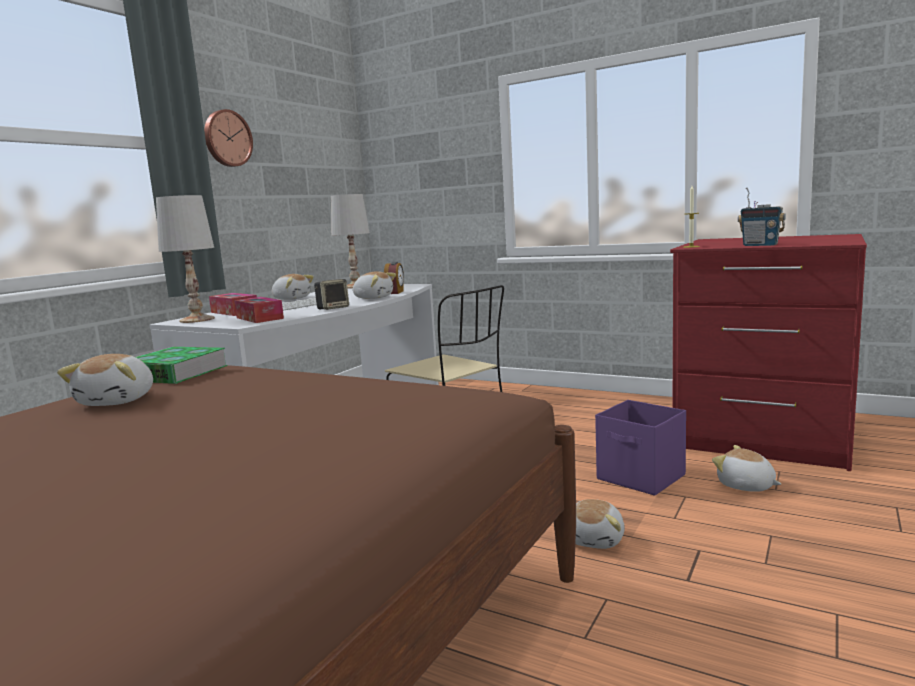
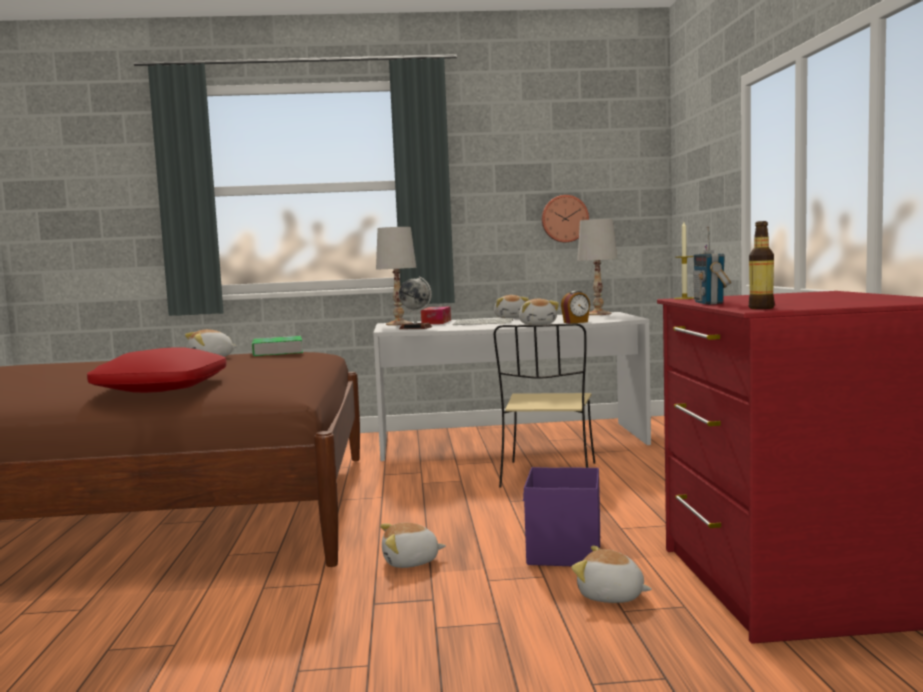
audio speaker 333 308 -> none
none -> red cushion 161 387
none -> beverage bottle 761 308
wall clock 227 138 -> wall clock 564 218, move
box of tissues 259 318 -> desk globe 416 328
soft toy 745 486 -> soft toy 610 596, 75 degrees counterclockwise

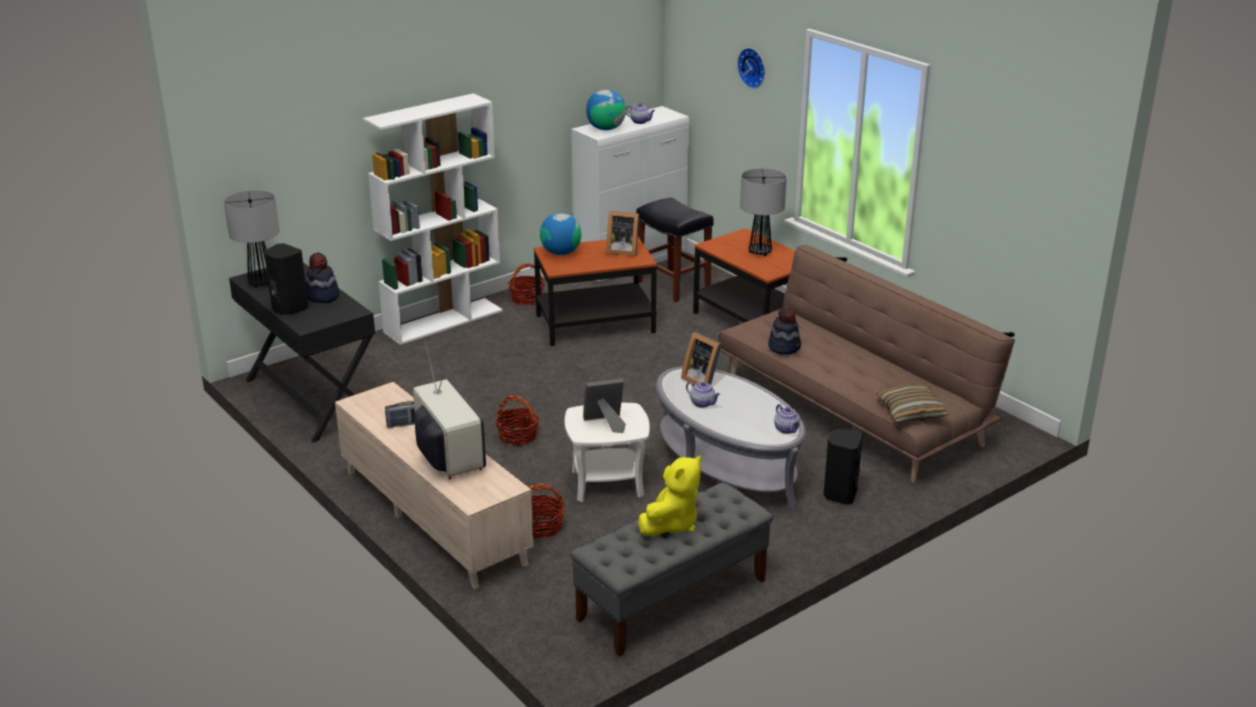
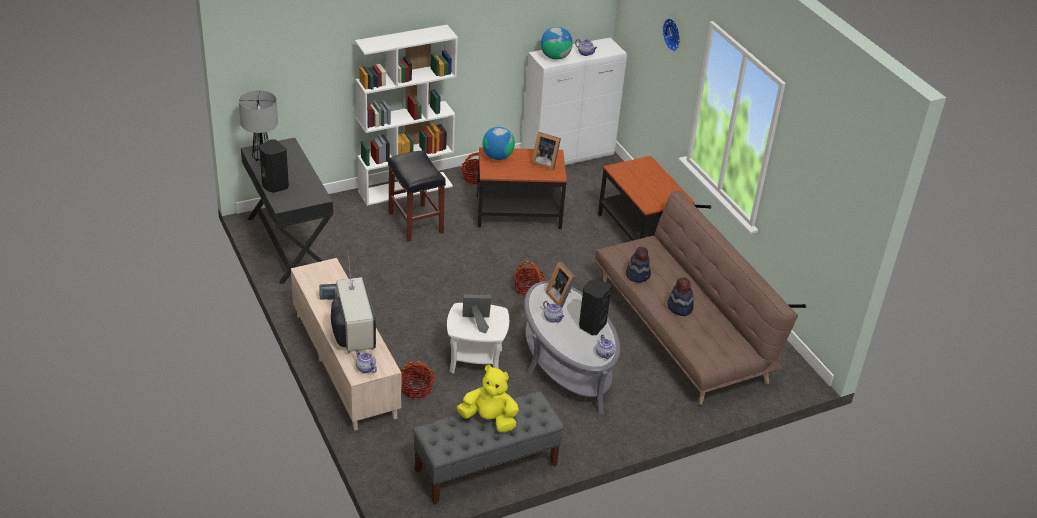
table lamp 760 252 -> none
cushion 910 412 -> none
none -> pot for tea 365 368
wearable hat 322 296 -> wearable hat 679 307, move
basket 518 436 -> basket 528 289, move
black-coloured stool 672 285 -> black-coloured stool 415 222, move
black-coloured audio speaker 839 494 -> black-coloured audio speaker 591 325, move
yellow-coloured soft toy 671 524 -> yellow-coloured soft toy 489 420, 120 degrees counterclockwise

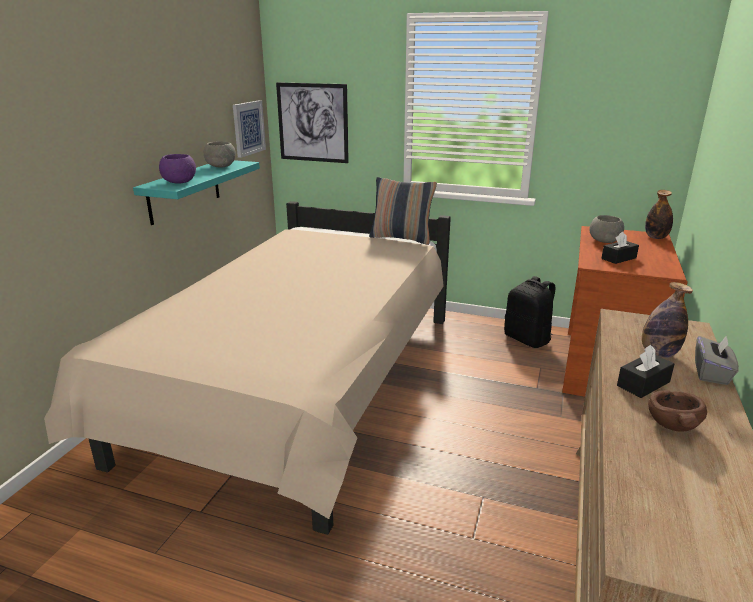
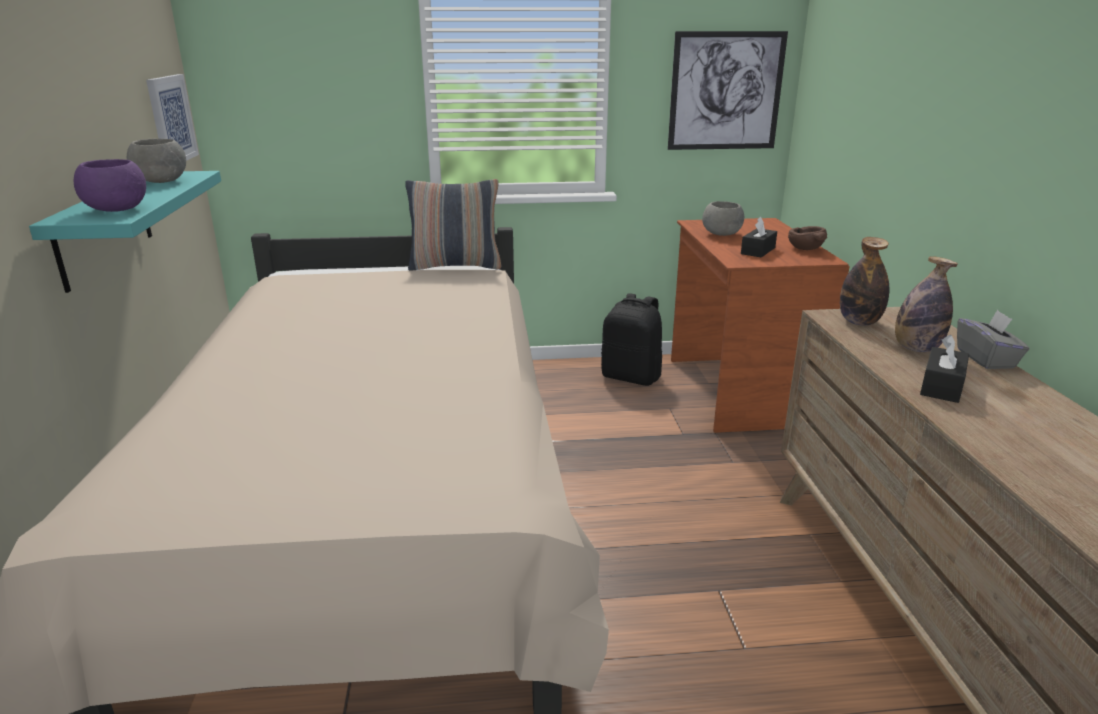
wall picture 313 123 -> wall picture 725 91, move
beverage bottle 656 237 -> beverage bottle 859 322, move
brownish bowl 672 424 -> brownish bowl 805 249, move

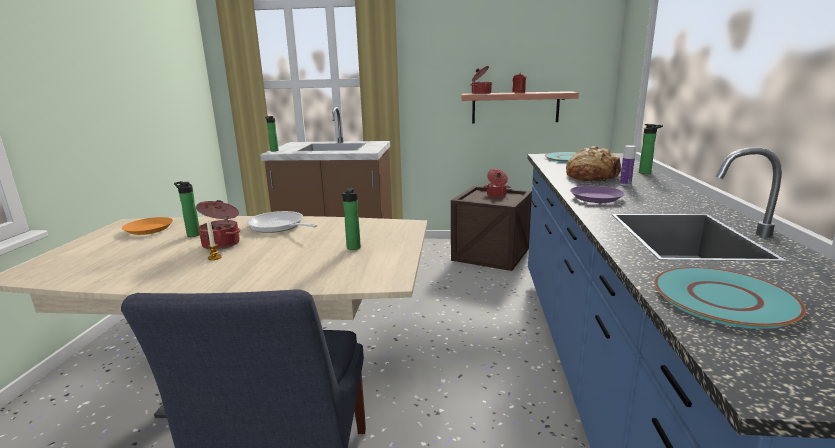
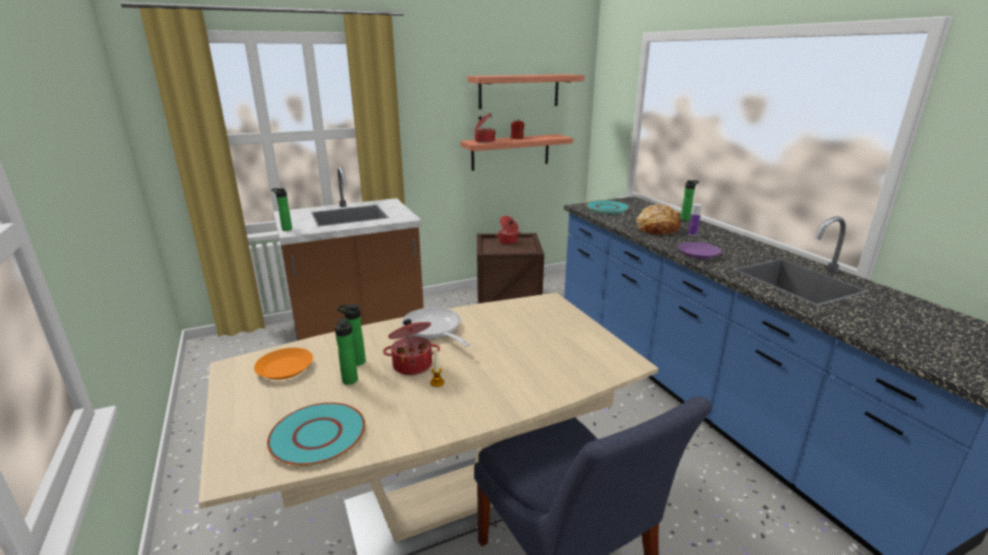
none -> bracket shelf 519 91
beverage bottle 352 248 -> beverage bottle 350 382, move
turquoise-coloured dinner plate 722 298 -> turquoise-coloured dinner plate 317 435, move
frying pan 279 227 -> frying pan 434 330, 45 degrees clockwise

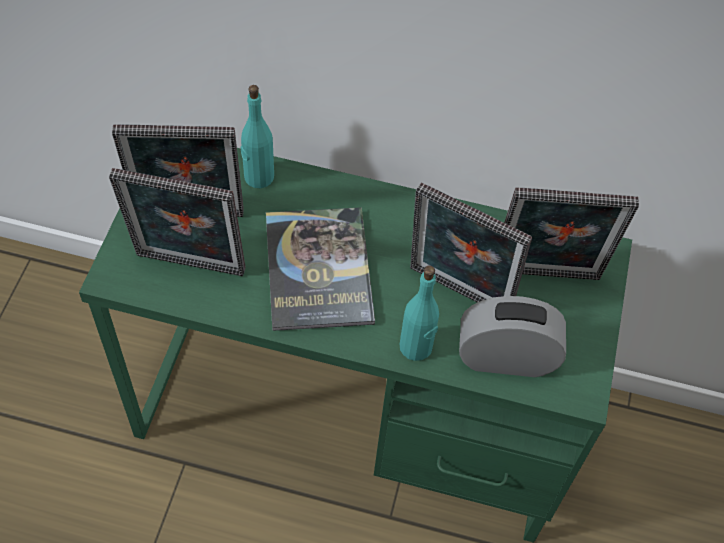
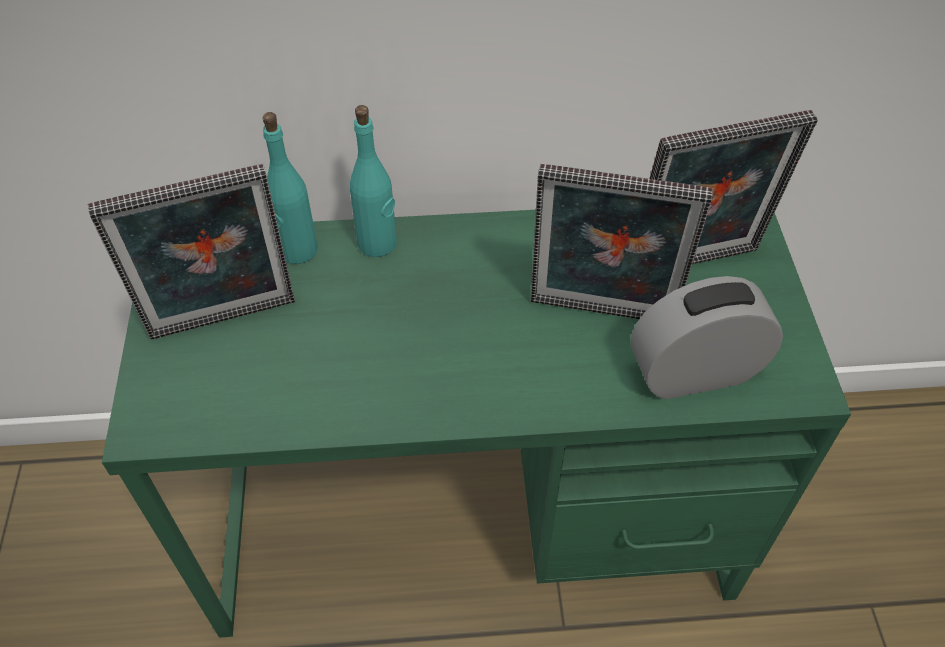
picture frame 189 268 -> none
bound book 318 269 -> none
turquoise-coloured beverage bottle 416 347 -> turquoise-coloured beverage bottle 378 243, move

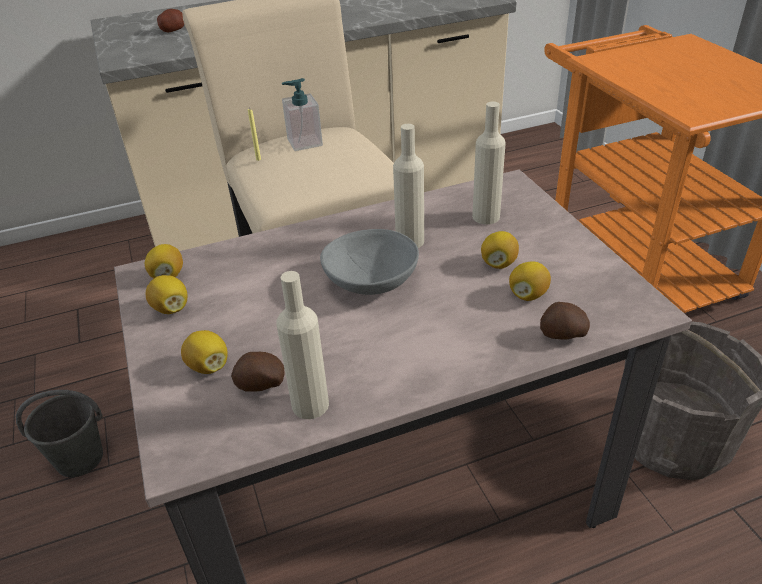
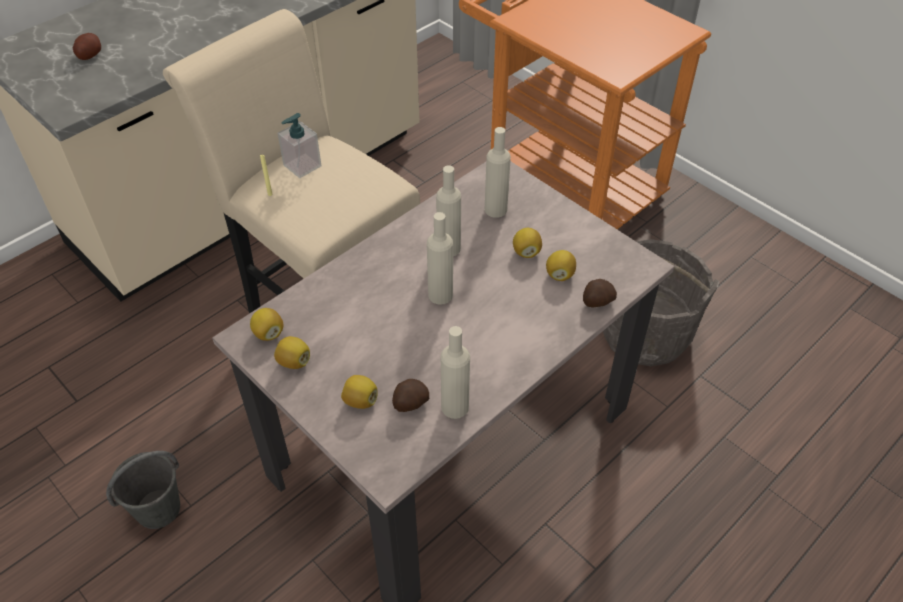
gray bowl 371 283 -> sand-coloured beverage bottle 440 295

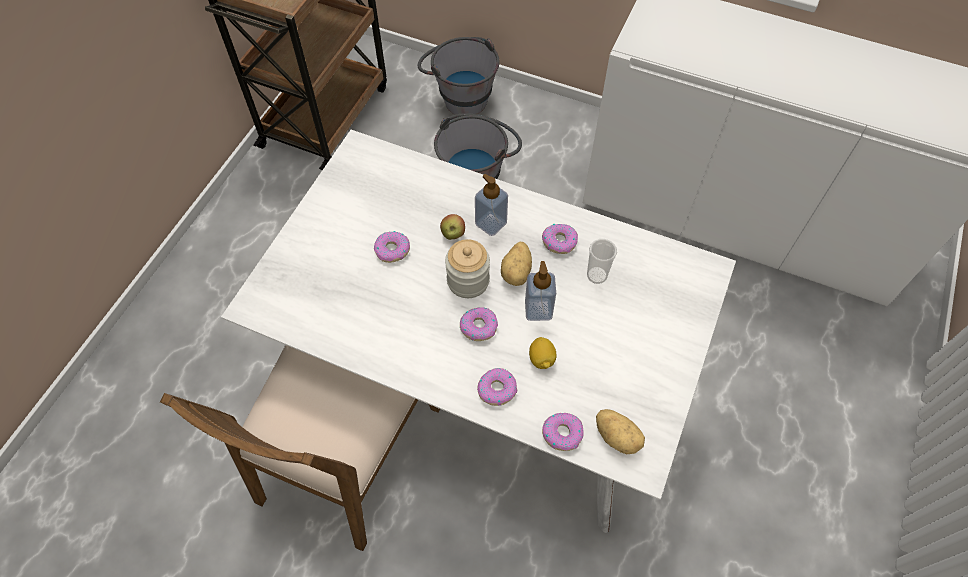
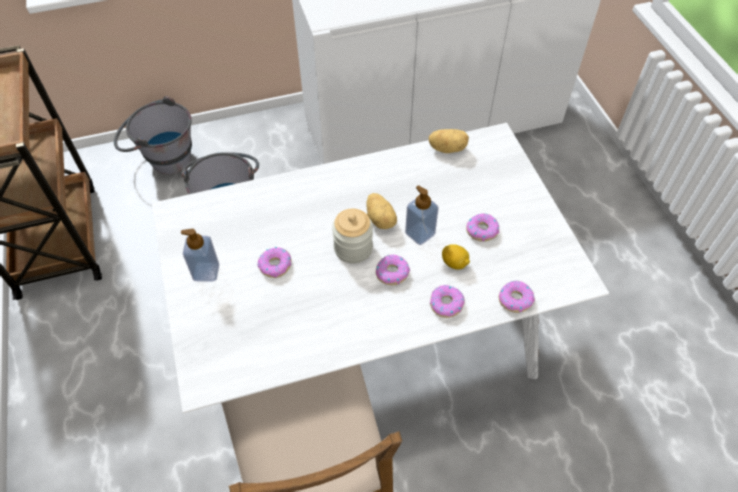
apple fruit 453 234 -> none
small cup 597 275 -> none
soap dispenser 491 223 -> soap dispenser 206 272, move
donut 559 241 -> donut 482 230, move
potato 618 436 -> potato 447 148, move

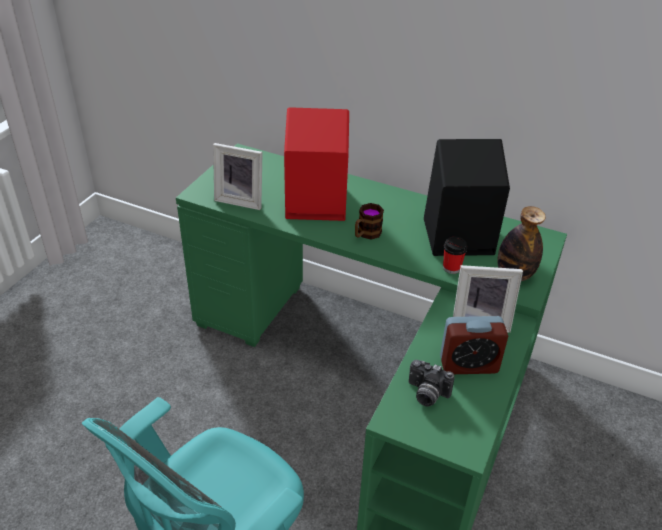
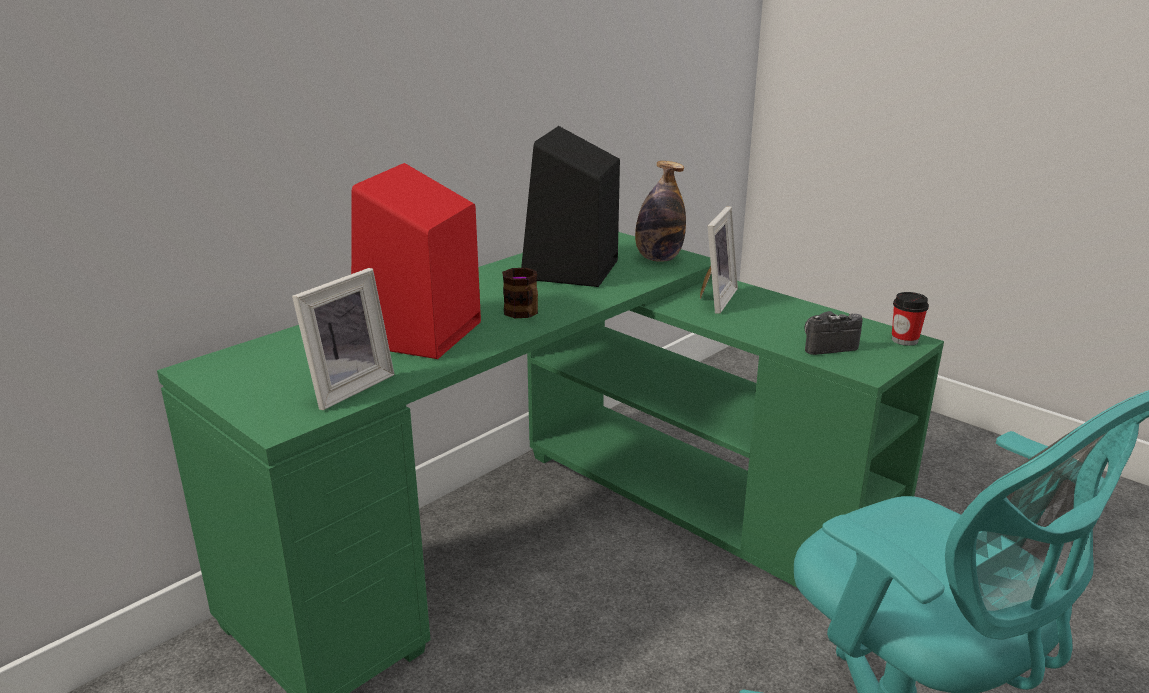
table clock 468 365 -> none
small cup 451 268 -> small cup 904 340, move
still camera 426 394 -> still camera 826 345, 150 degrees counterclockwise

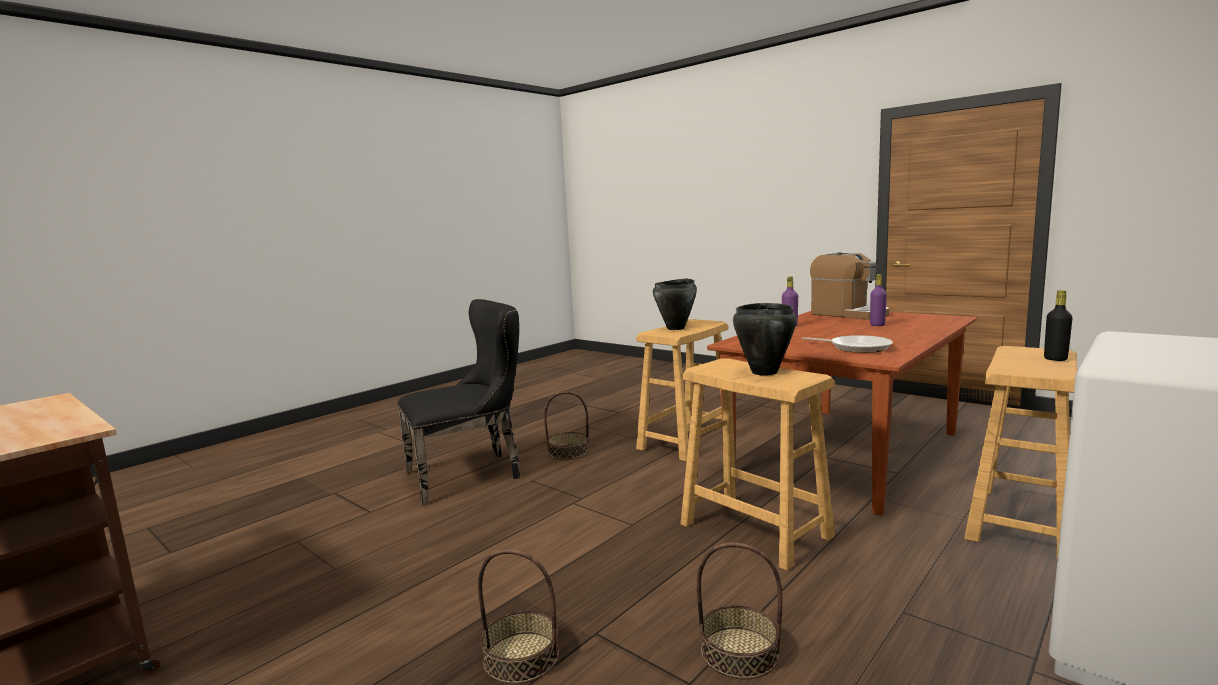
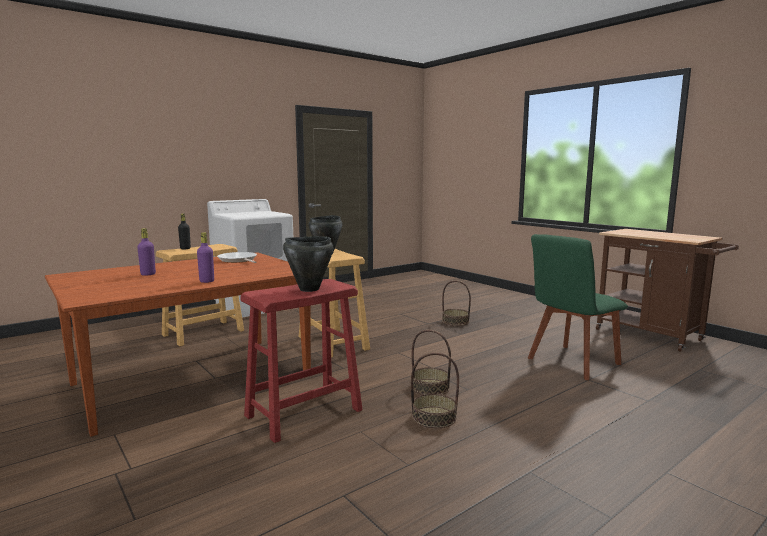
black-coloured plain chair 471 474 -> none
coffee machine 849 314 -> none
none -> greenish plain chair 571 362
basket 739 652 -> basket 430 387, move
sand-coloured stool 687 441 -> red stool 303 413

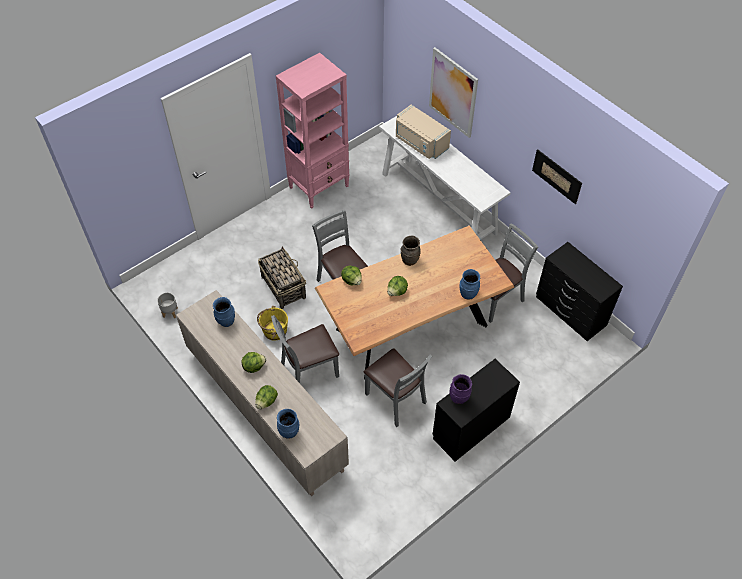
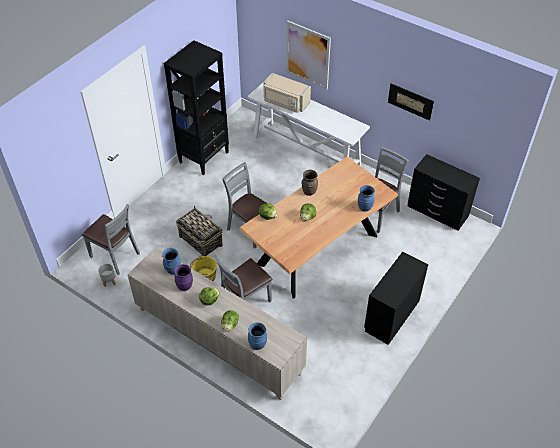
gray plain chair 395 399 -> gray plain chair 115 256, move
purple flower vase 459 398 -> purple flower vase 185 286, move
pinkish shelving unit 319 186 -> black-coloured shelving unit 204 157

